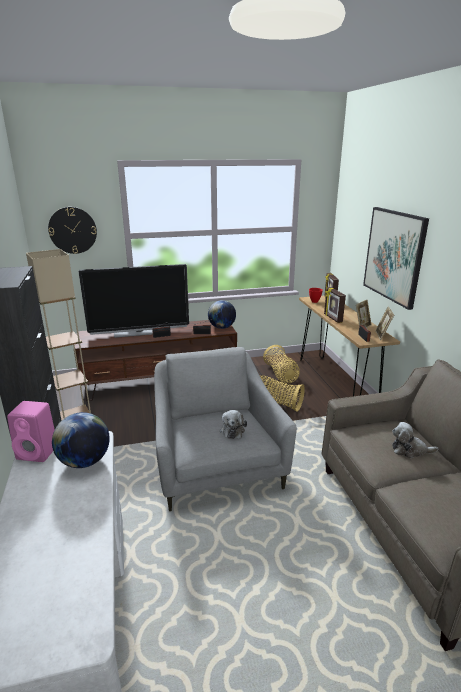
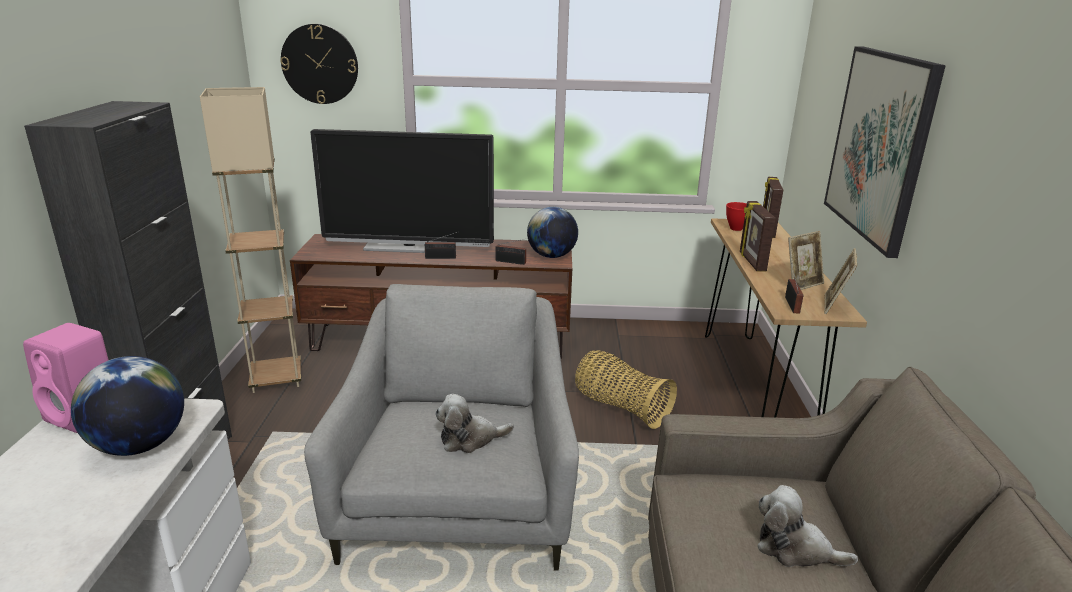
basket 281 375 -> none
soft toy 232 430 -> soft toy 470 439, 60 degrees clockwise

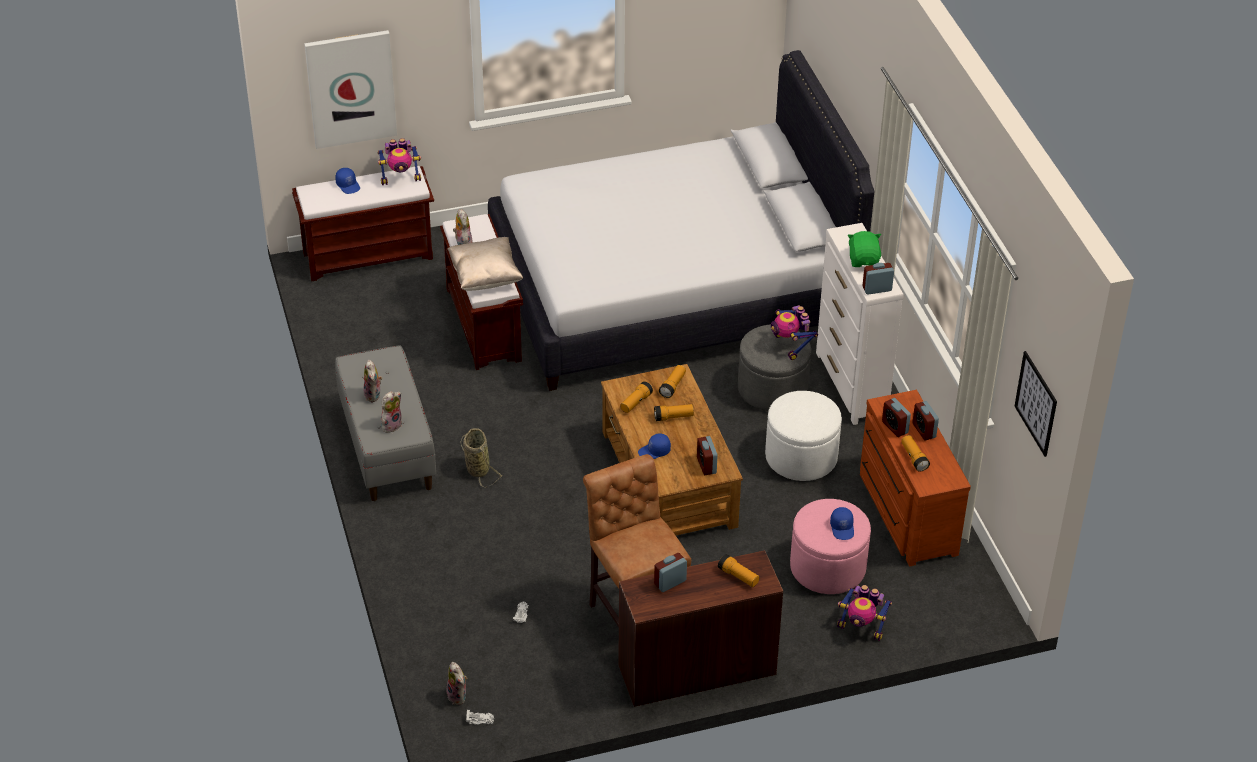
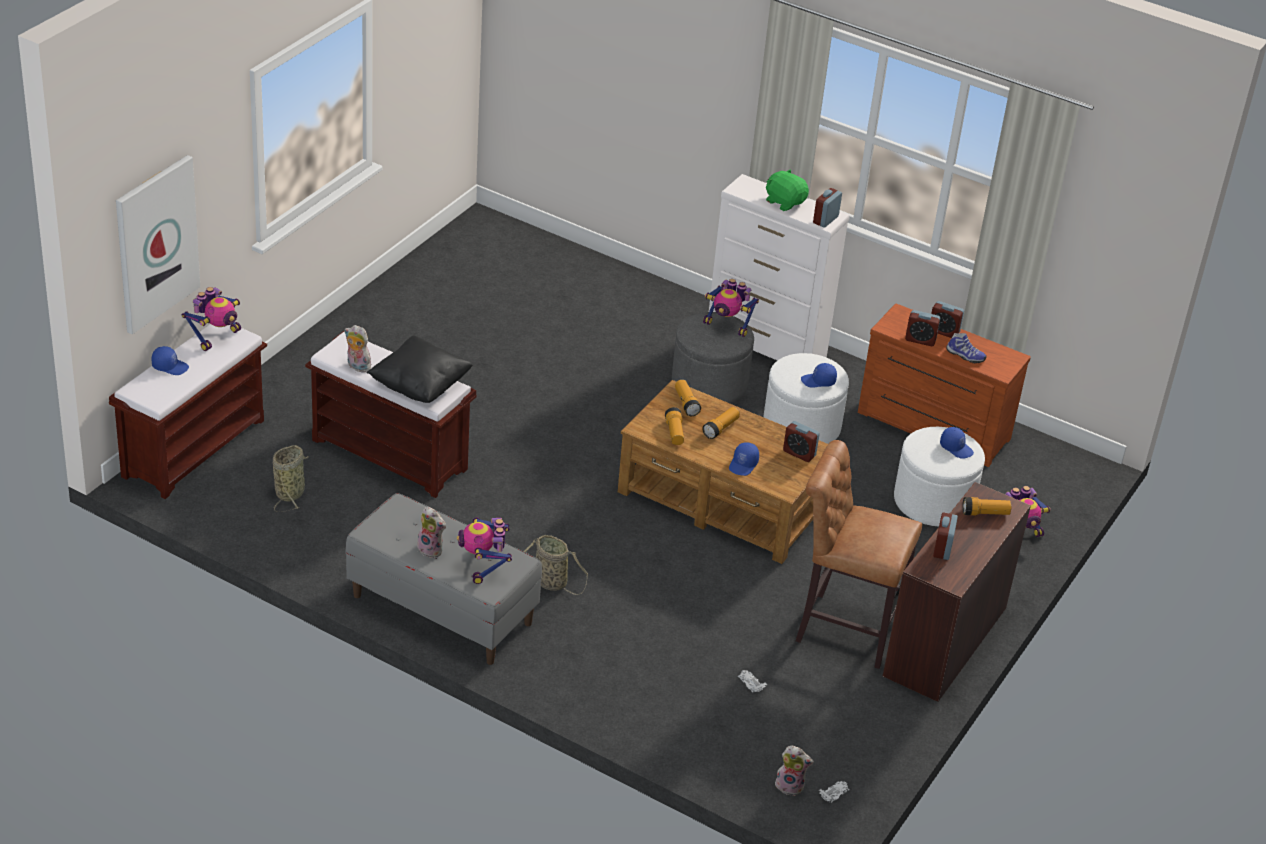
white sleeping bed 671 289 -> none
wall picture 1036 403 -> none
none -> basket 291 492
none -> bluish baseball cap 818 381
soft toy 391 424 -> toy robot 484 566
flashlight 914 458 -> item of footwear 965 356
sand-coloured cushion 485 277 -> black-coloured cushion 420 386
pinkish pouffe 827 567 -> white pouffe 933 502

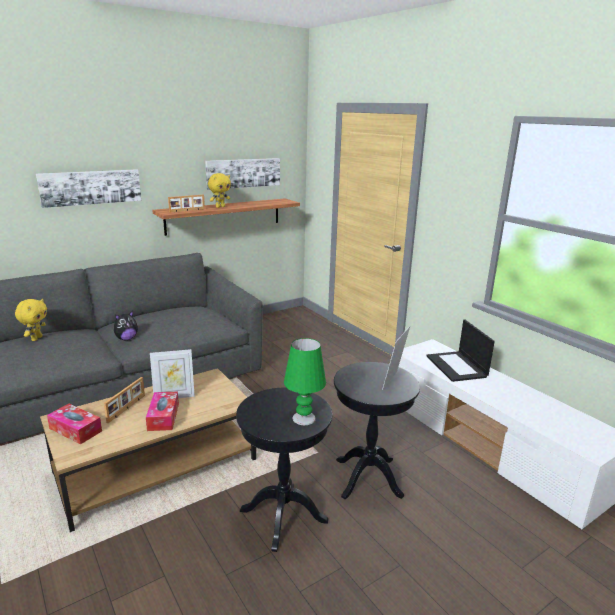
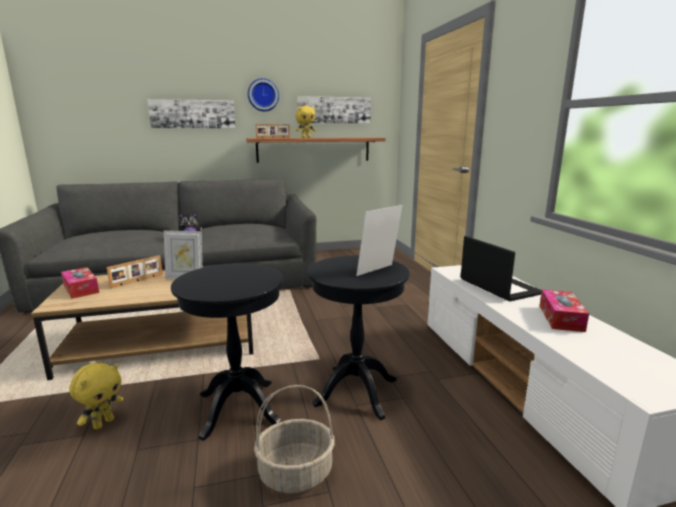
greenish table lamp 304 418 -> none
none -> wall clock 263 95
none -> basket 295 474
yellow-coloured soft toy 36 338 -> yellow-coloured soft toy 103 423, move
box of tissues 163 417 -> box of tissues 561 318, move
laptop 457 366 -> laptop 498 286, 150 degrees clockwise

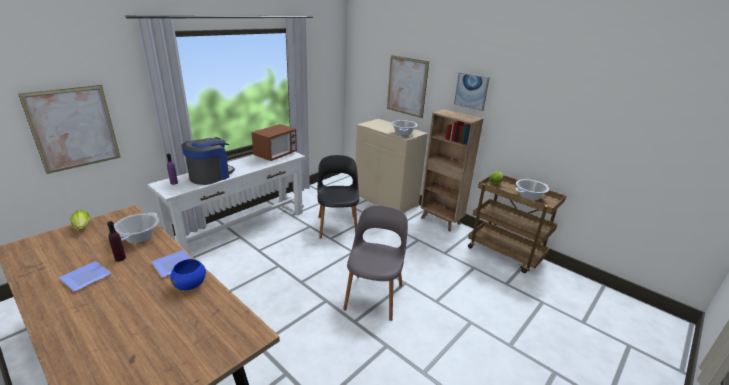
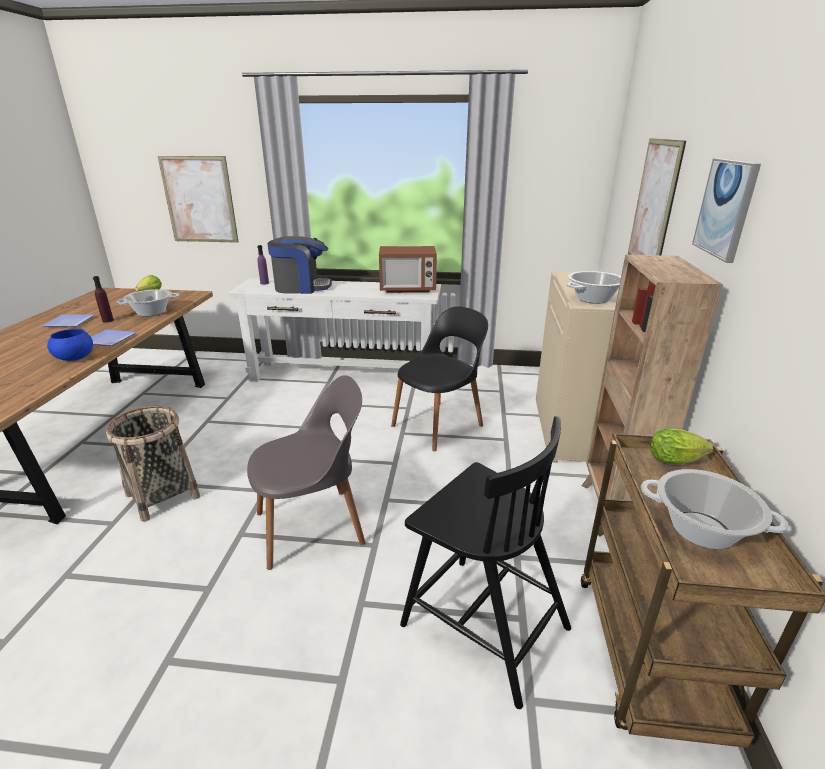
none -> basket 163 495
none -> black-coloured plain chair 482 624

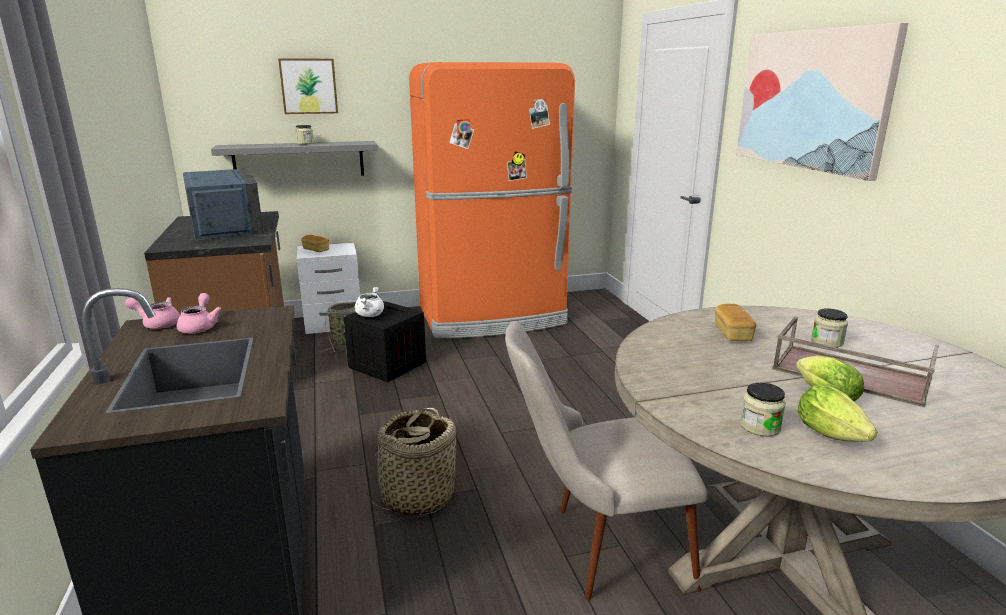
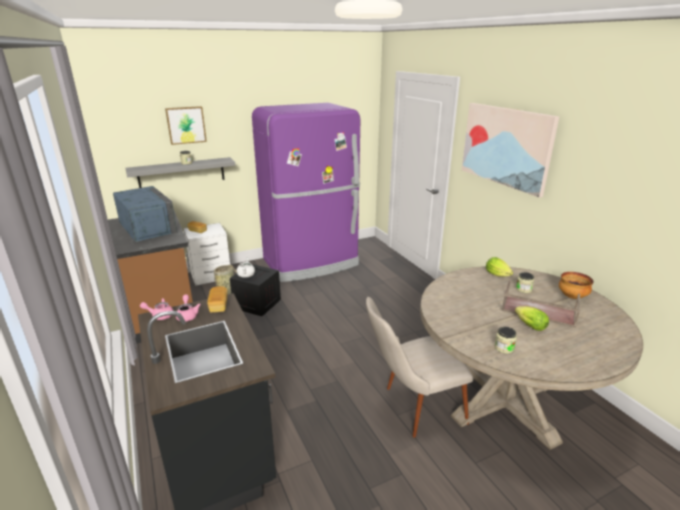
basket 417 496 -> none
none -> bowl 571 297
baked bread 732 334 -> baked bread 218 305, move
lettuce 834 437 -> lettuce 498 275, move
orange-coloured kitchen fridge 493 317 -> purple kitchen fridge 311 263

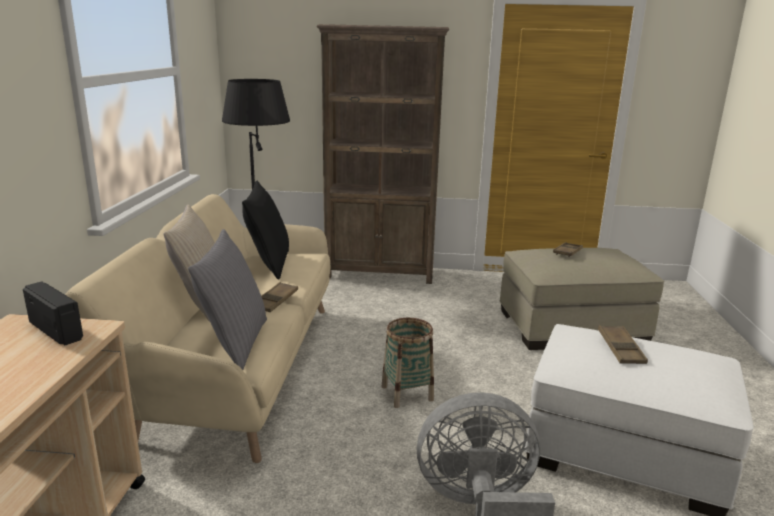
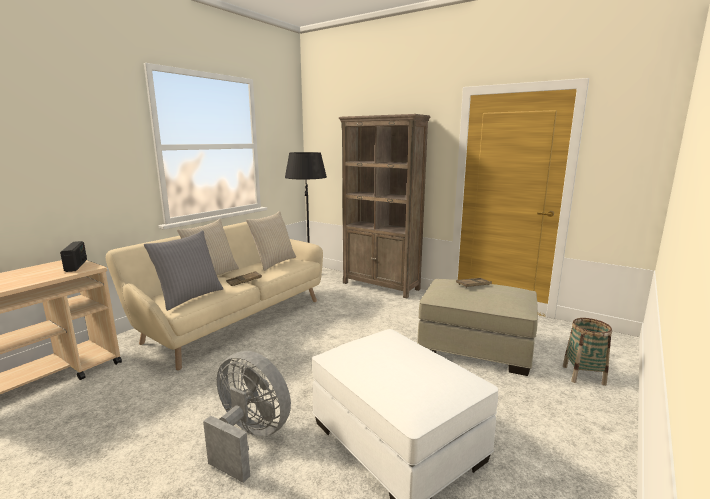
brownish tray 620 349 -> none
basket 407 393 -> basket 583 375, move
black-coloured cushion 269 264 -> sand-coloured cushion 273 263

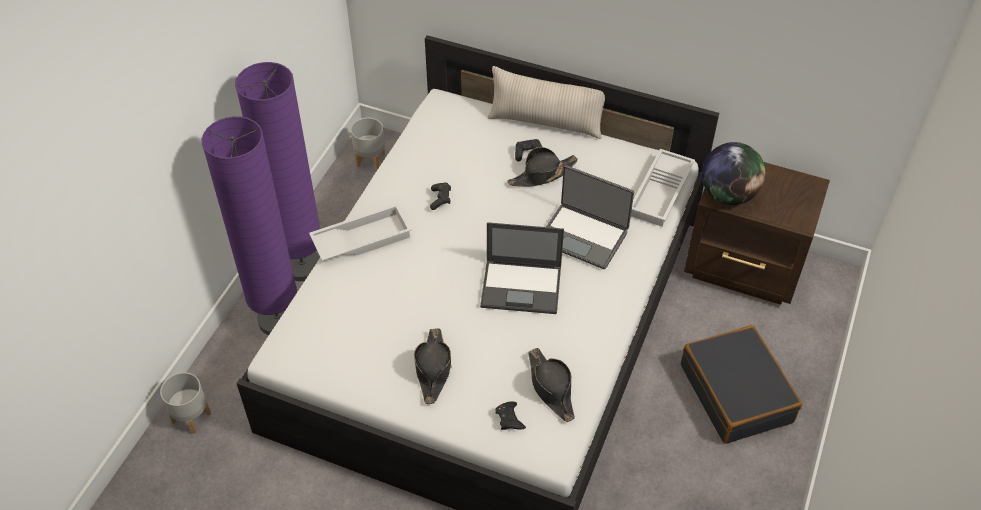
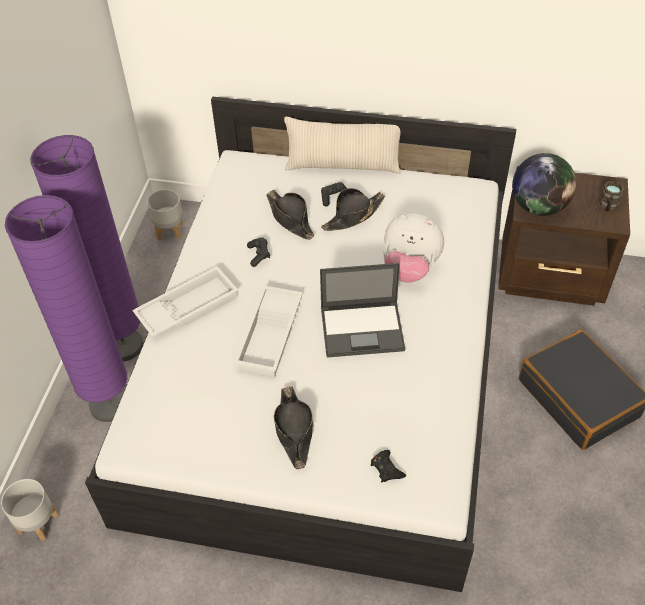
none -> brownish tea mug 608 206
black-coloured wearable hat 551 388 -> black-coloured wearable hat 290 219, move
white tray 662 193 -> white tray 271 336, move
laptop 583 236 -> soft toy 410 268

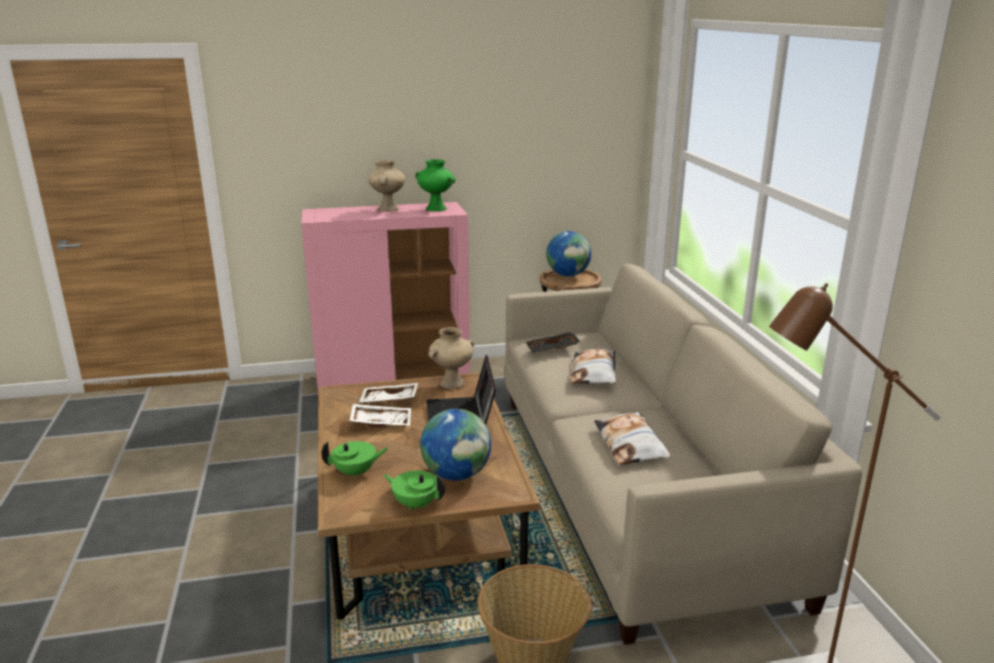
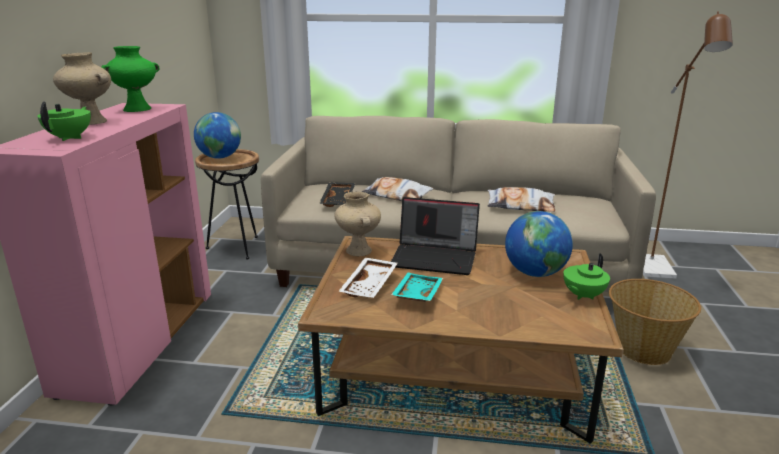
greenish pot for tea 355 472 -> greenish pot for tea 70 138, move
white tray 381 422 -> turquoise-coloured tray 416 294

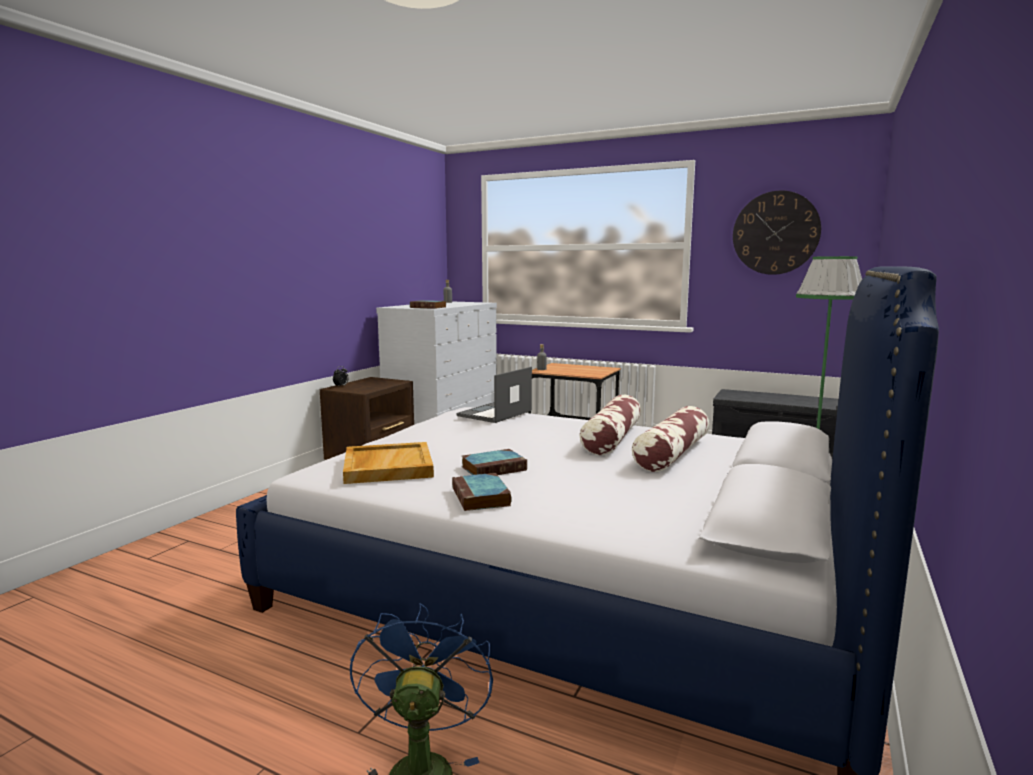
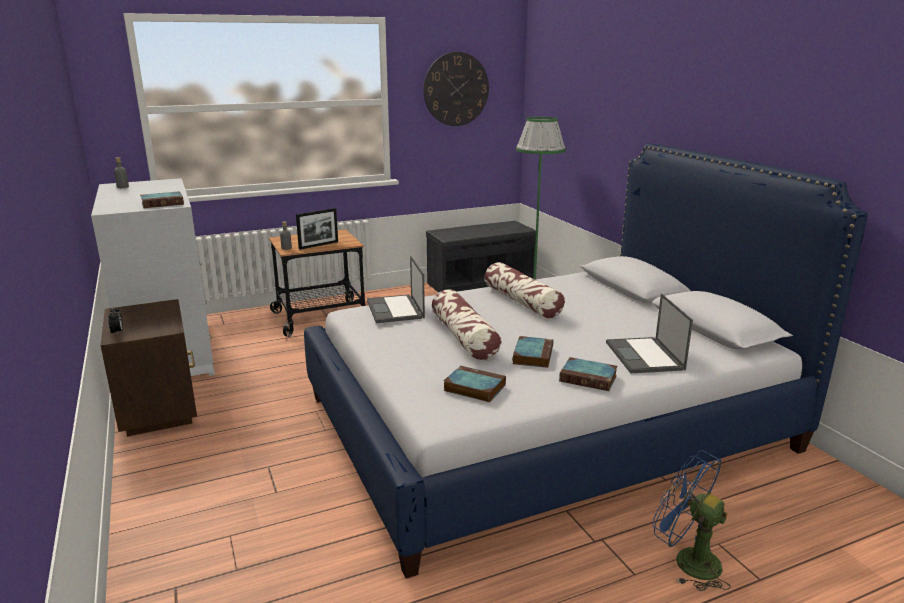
none -> picture frame 318 245
none -> laptop 645 356
cushion 672 454 -> cushion 464 337, move
sand-coloured tray 387 466 -> bound book 473 388

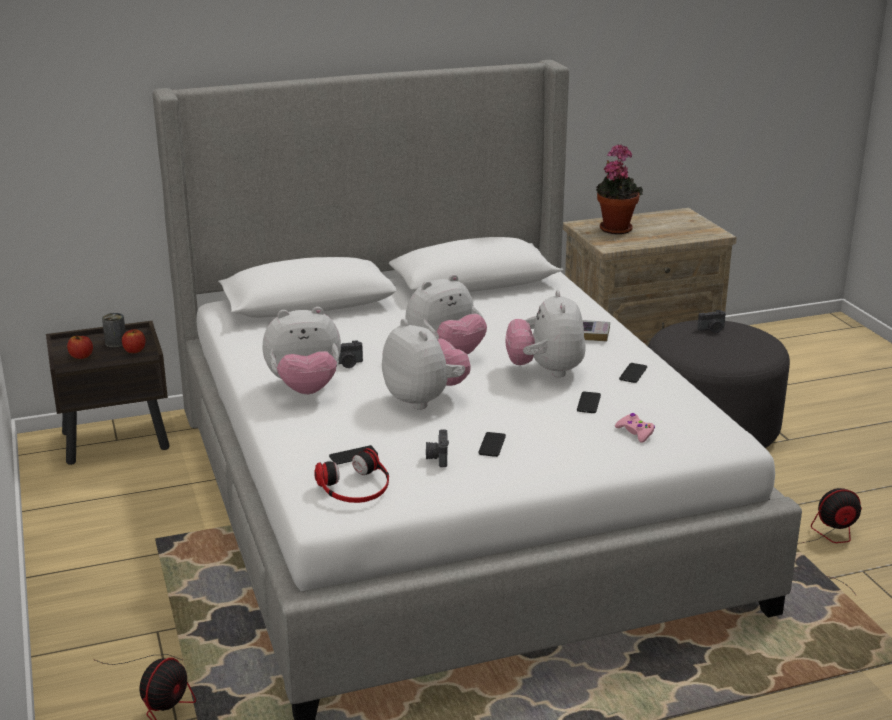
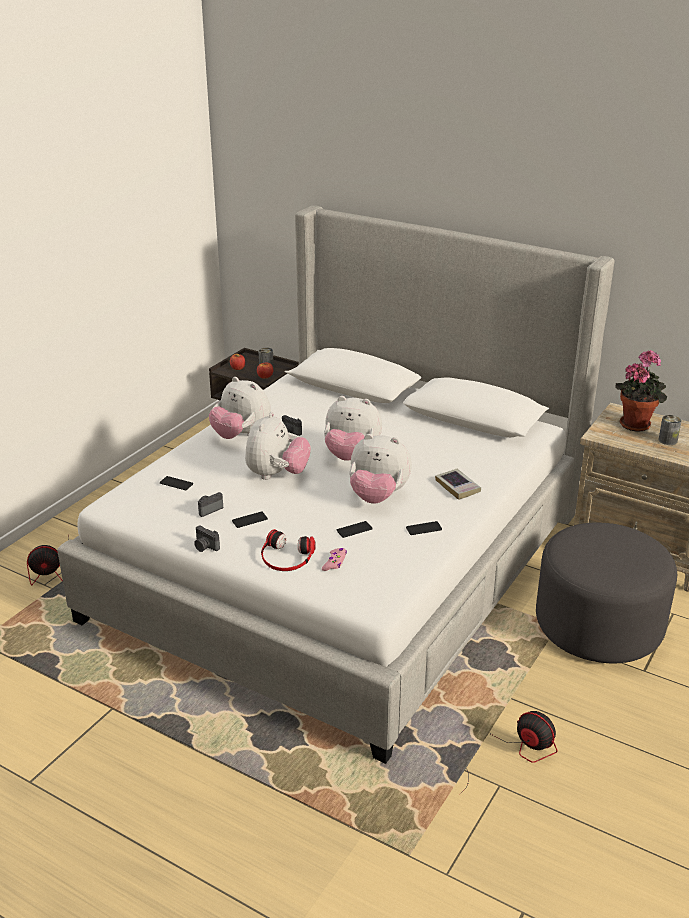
none -> metal can 667 440
headset 355 486 -> headset 286 557, move
still camera 712 330 -> still camera 205 547, move
soft toy 545 371 -> soft toy 378 497, 120 degrees counterclockwise

